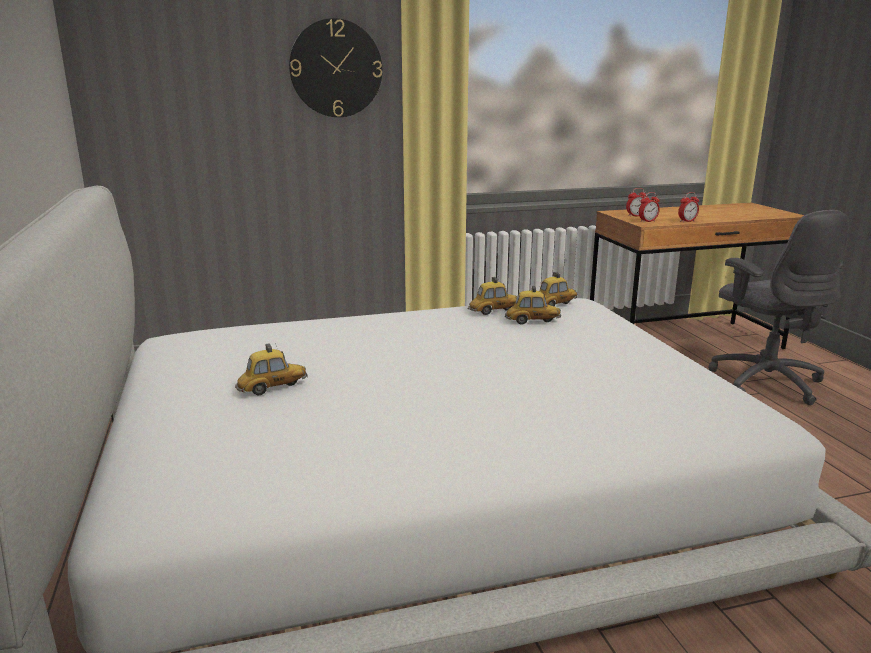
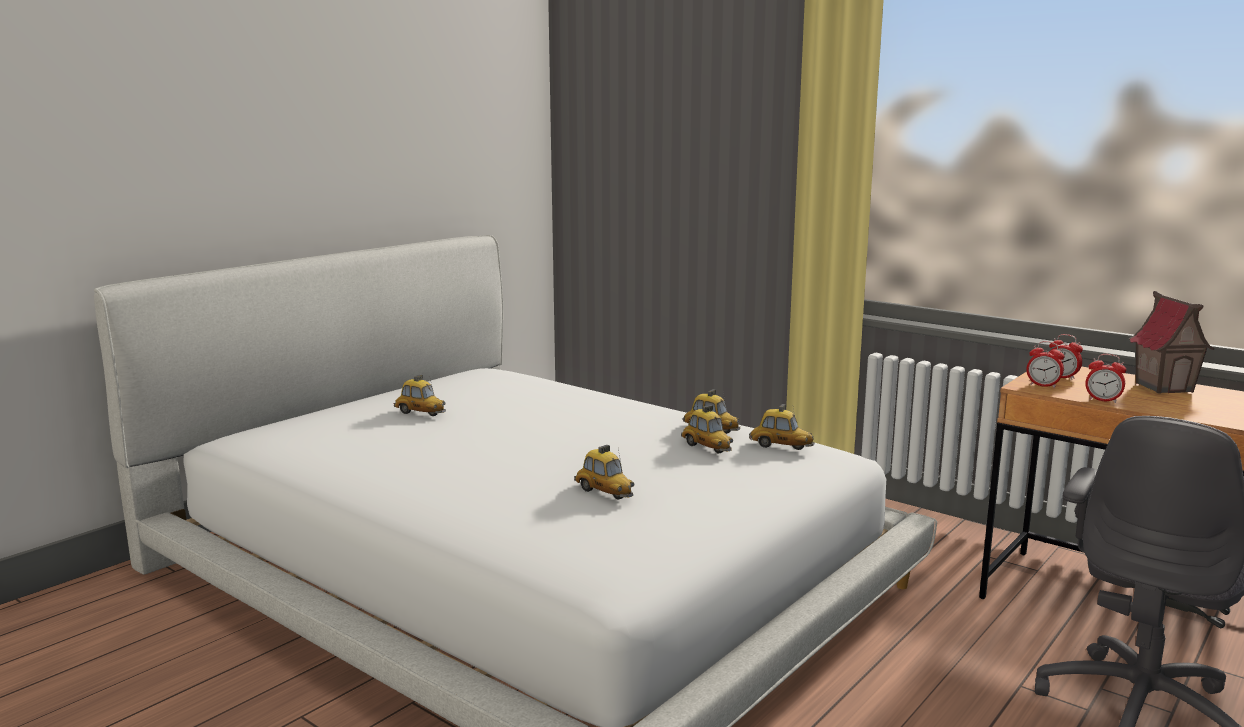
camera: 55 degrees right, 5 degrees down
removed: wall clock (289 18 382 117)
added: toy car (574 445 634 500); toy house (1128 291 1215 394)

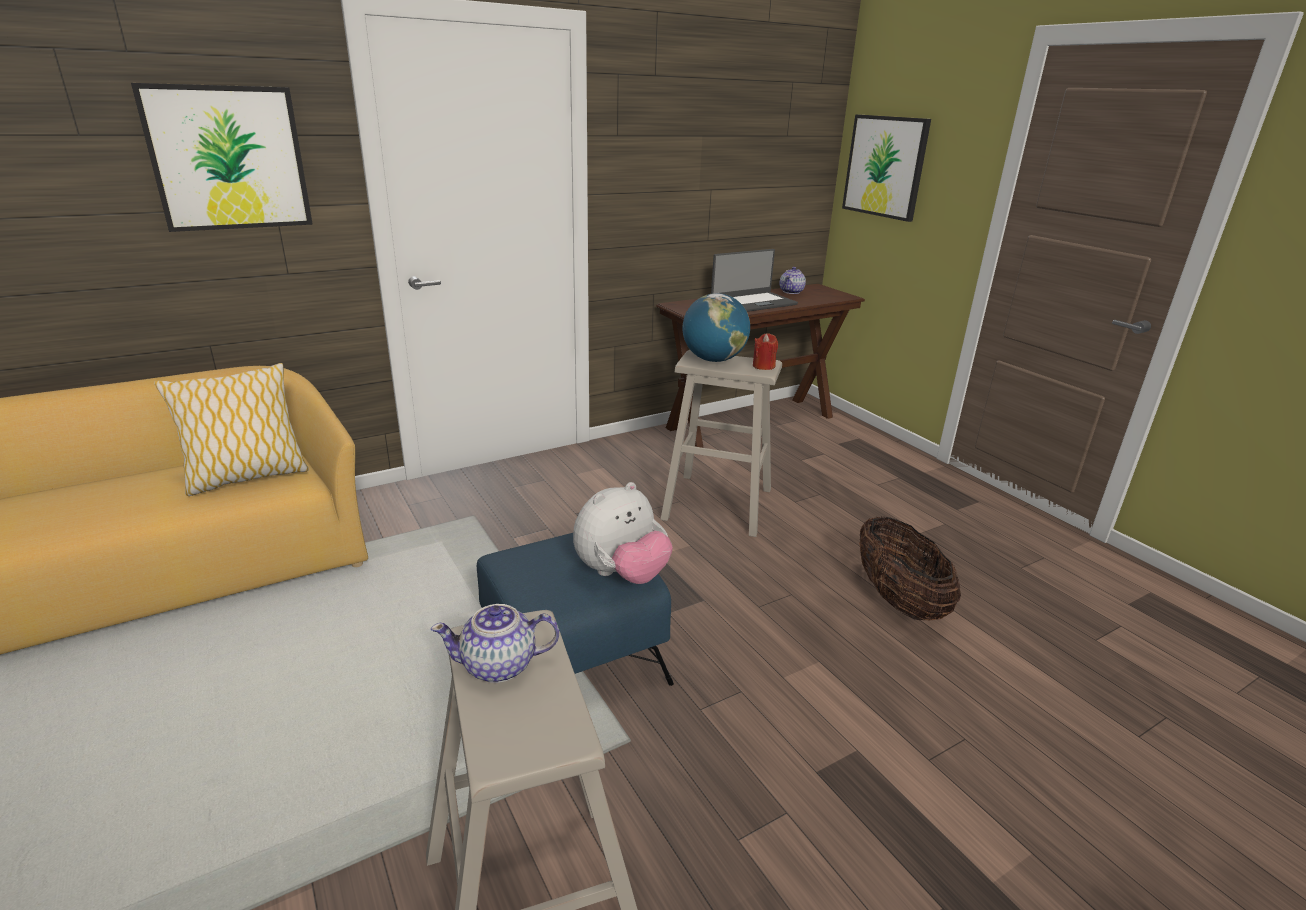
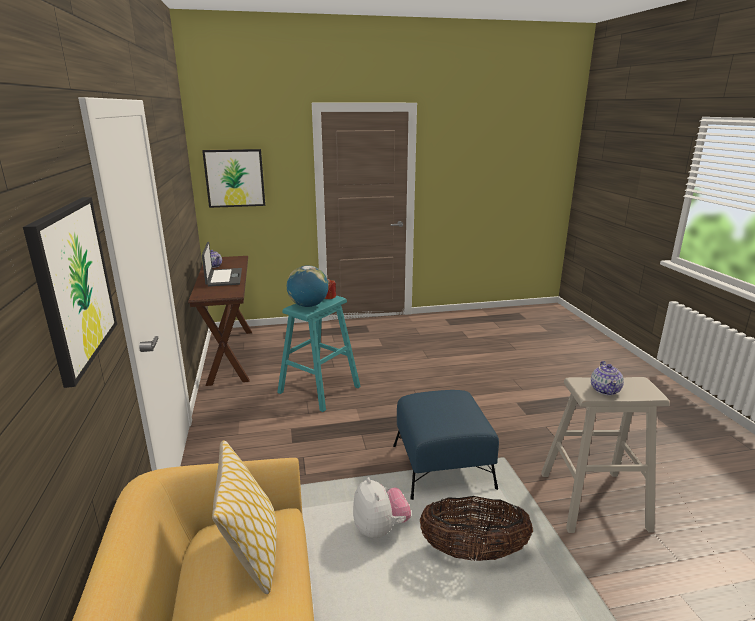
camera: 70 degrees left, 5 degrees down
moved: plush toy (573 482 673 584) to (353 477 411 539); basket (859 516 961 620) to (420 496 533 561)
recoloured: beige stool (661 350 782 537) to turquoise stool (277 295 361 412)

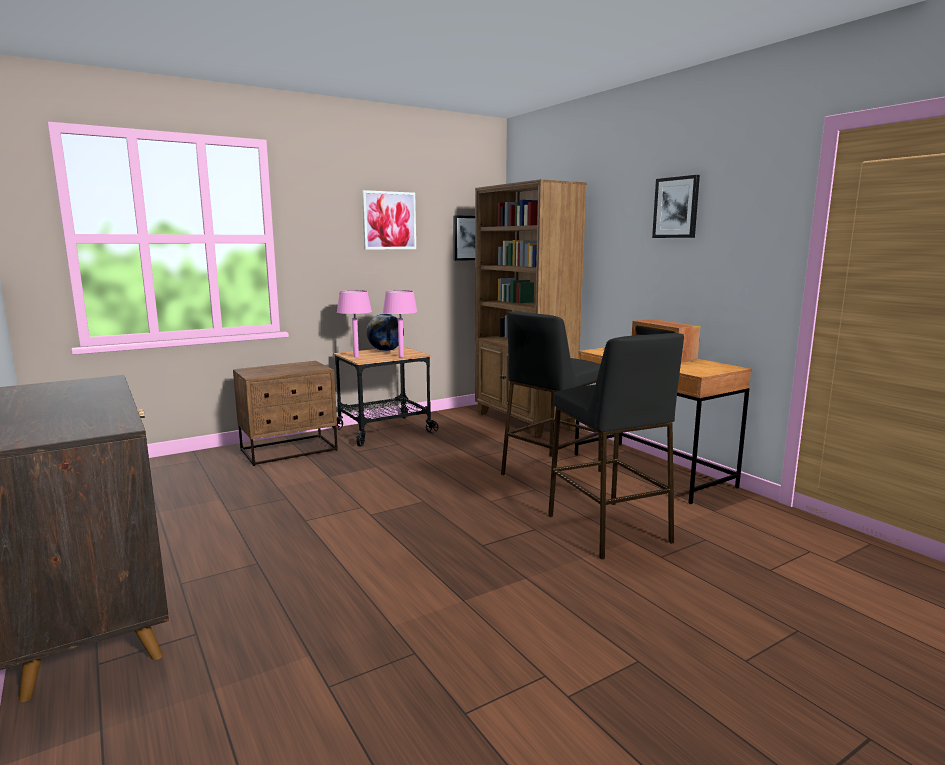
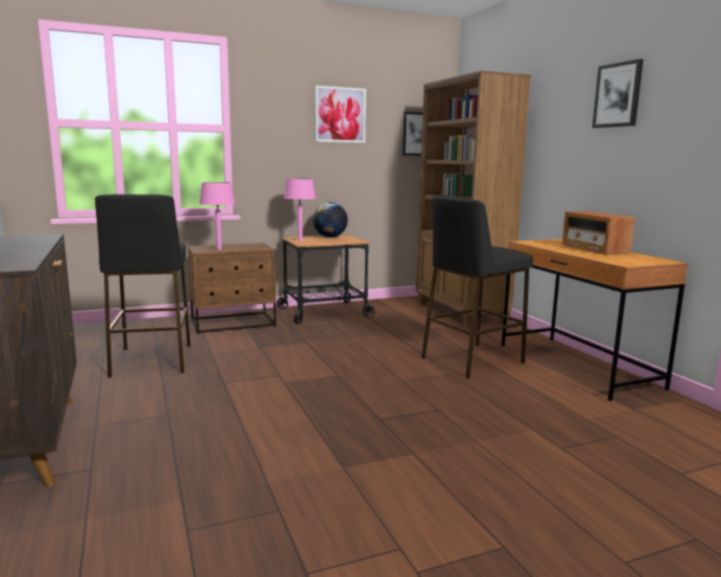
camera: 10 degrees right, 0 degrees up
moved: pink table lamp (383 290 418 357) to (199 182 235 250); black stool (548 333 684 560) to (95 194 191 378)

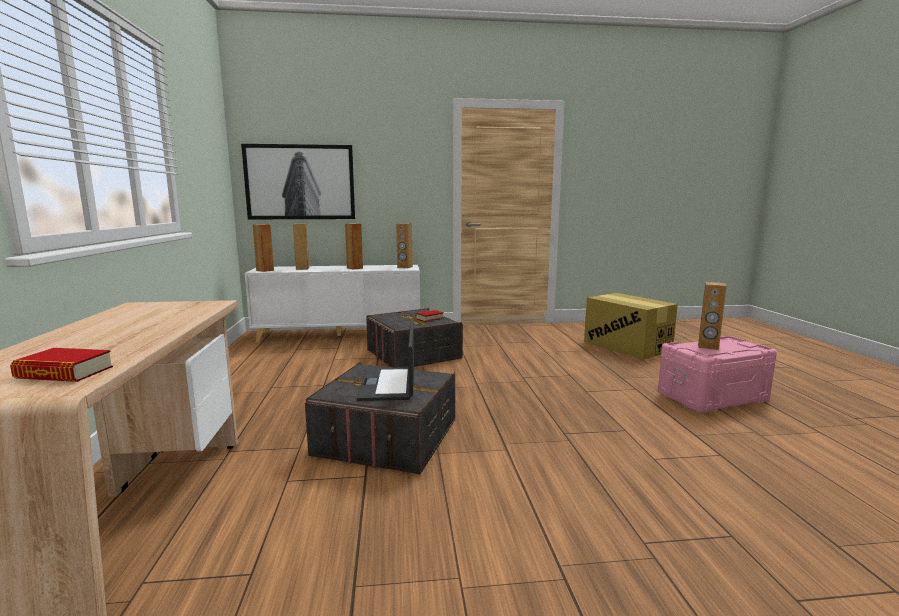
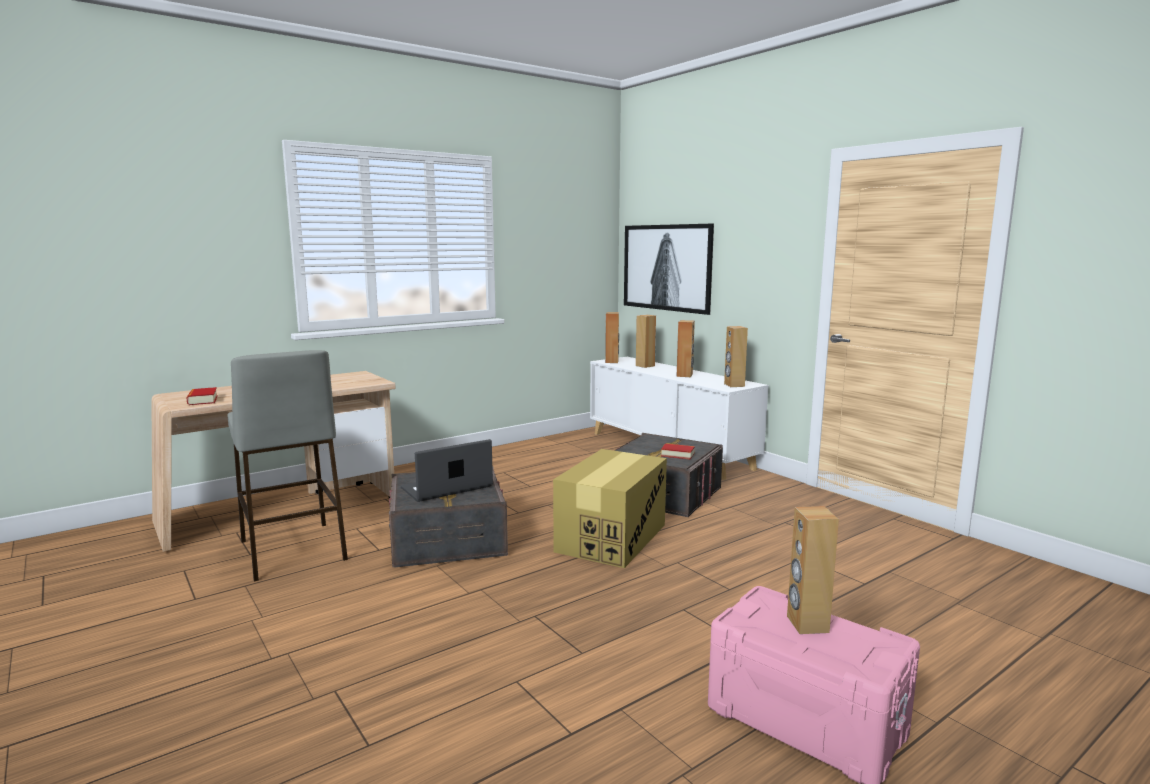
camera: 60 degrees right, 0 degrees up
added: grey stool (228 350 348 582)
moved: cardboard box (584 293 678 360) to (553 449 667 568)

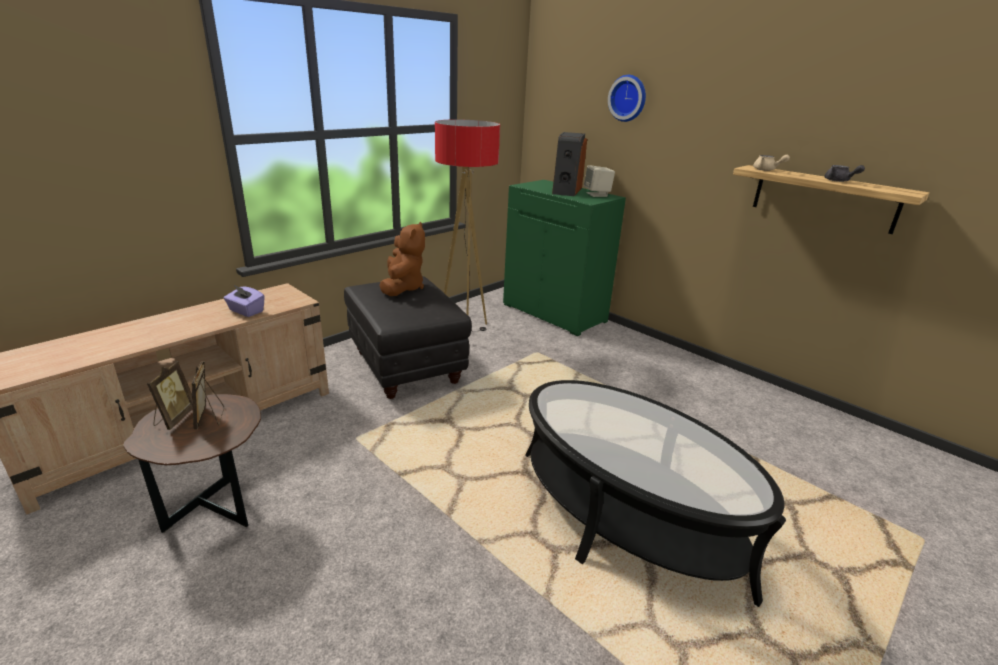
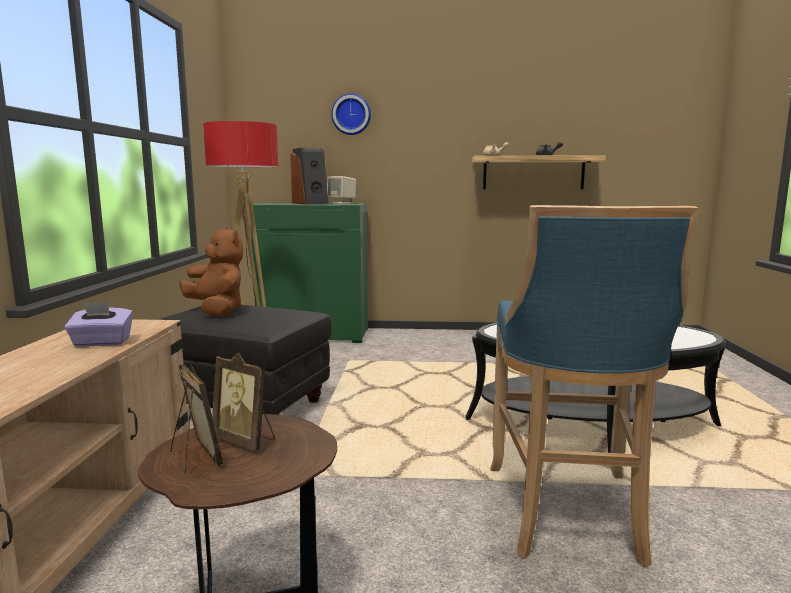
camera: 40 degrees left, 15 degrees down
added: blue stool (490 205 699 568)

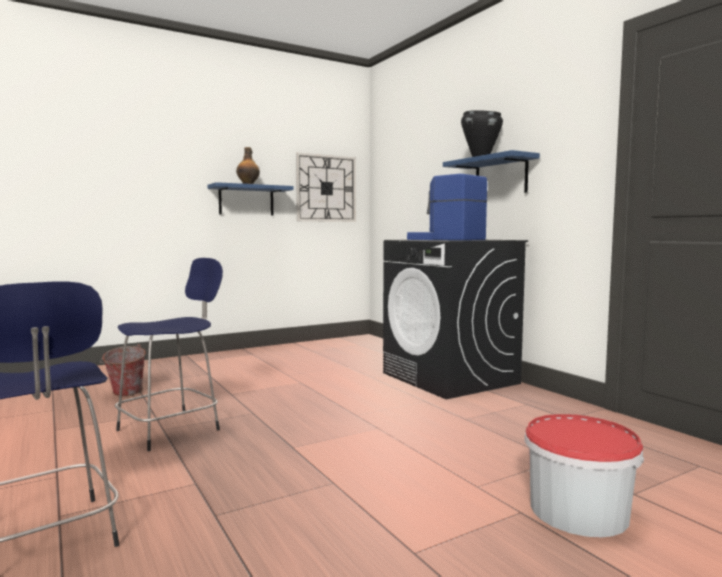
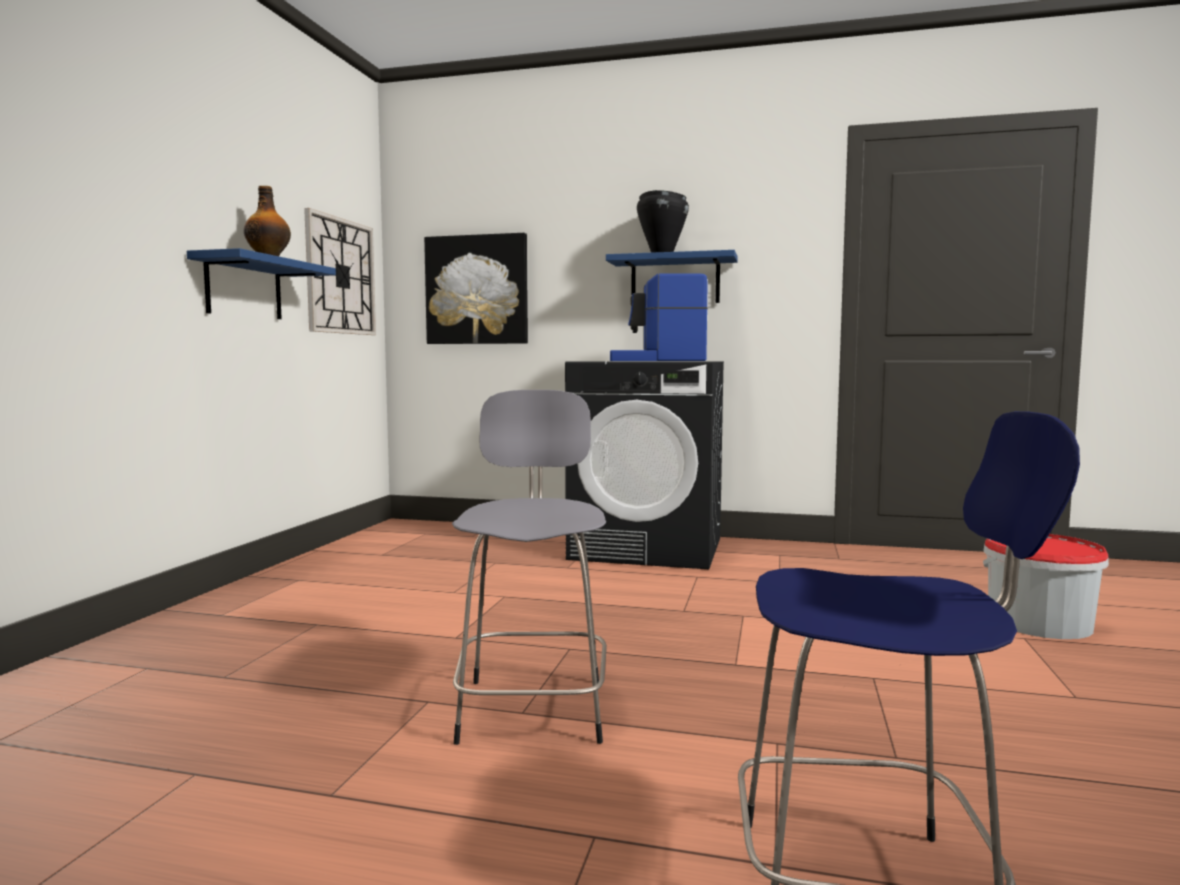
camera: 45 degrees left, 0 degrees up
removed: bucket (100 344 146 397)
added: picture (424 233 528 344)
recoloured: blue stool (115 258 223 451) to grey stool (452 390 607 745)

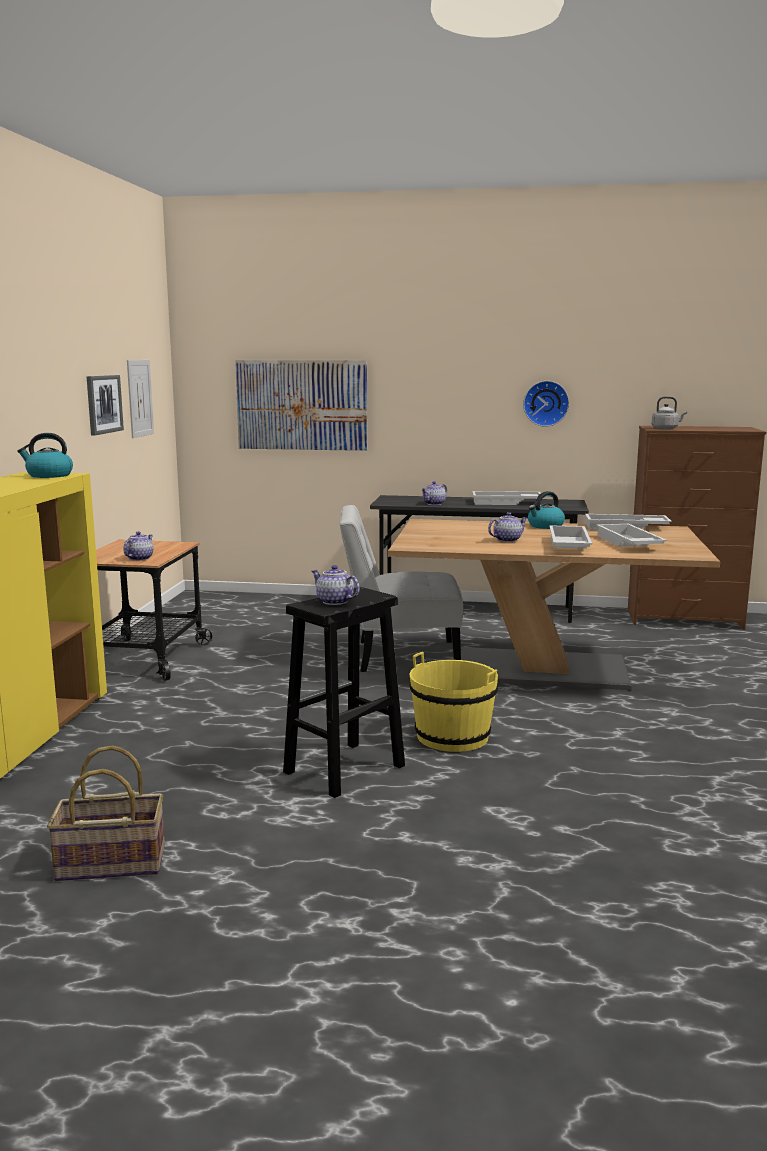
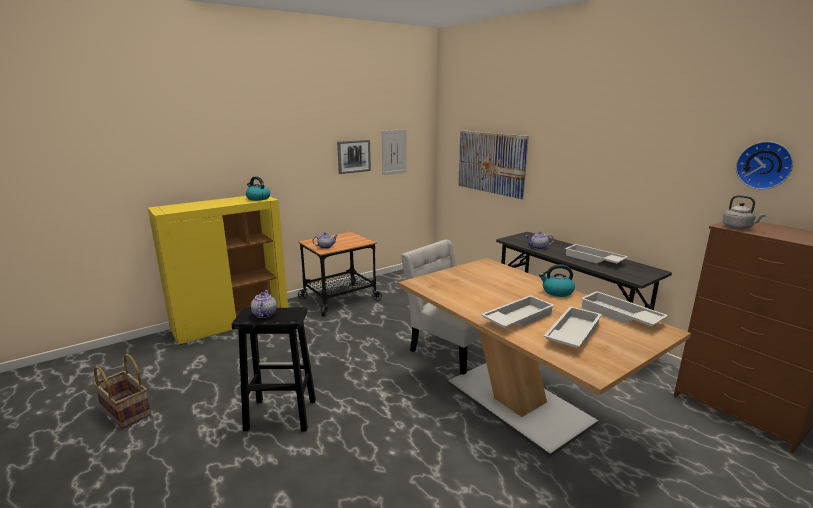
camera: 45 degrees right, 5 degrees up
removed: yellow bucket (409 652 498 752); teapot (488 512 527 542)
moved: wall clock (523 381 569 427) to (736 141 793 190)

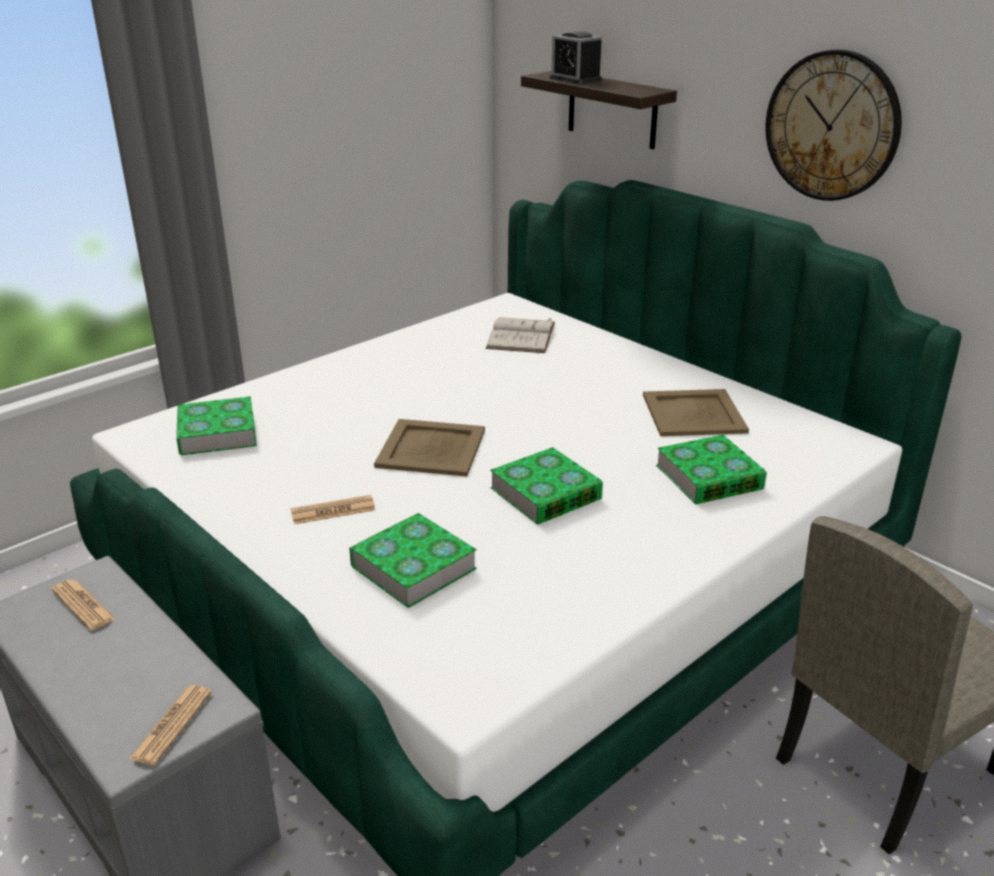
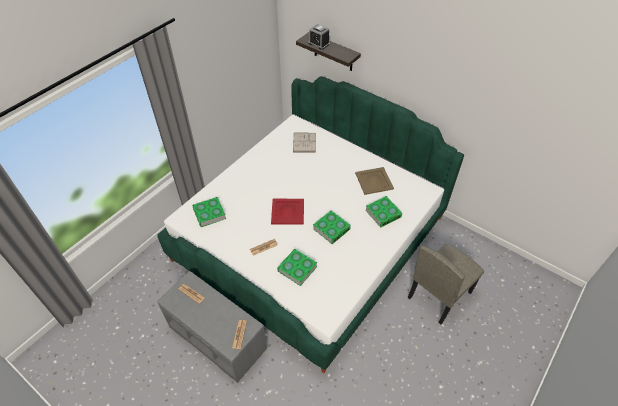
camera: 10 degrees left, 20 degrees up
removed: wall clock (765 49 902 201)
recoloured: beige tray (374 419 485 476) to red tray (271 199 304 224)

